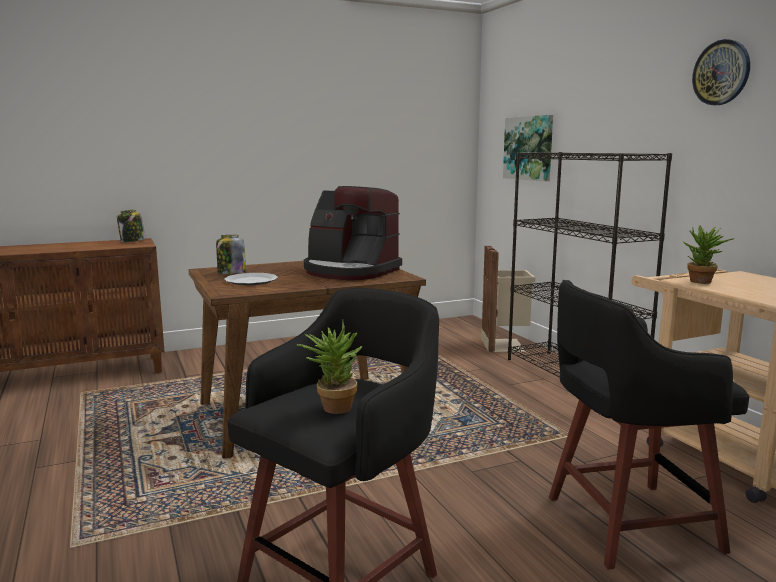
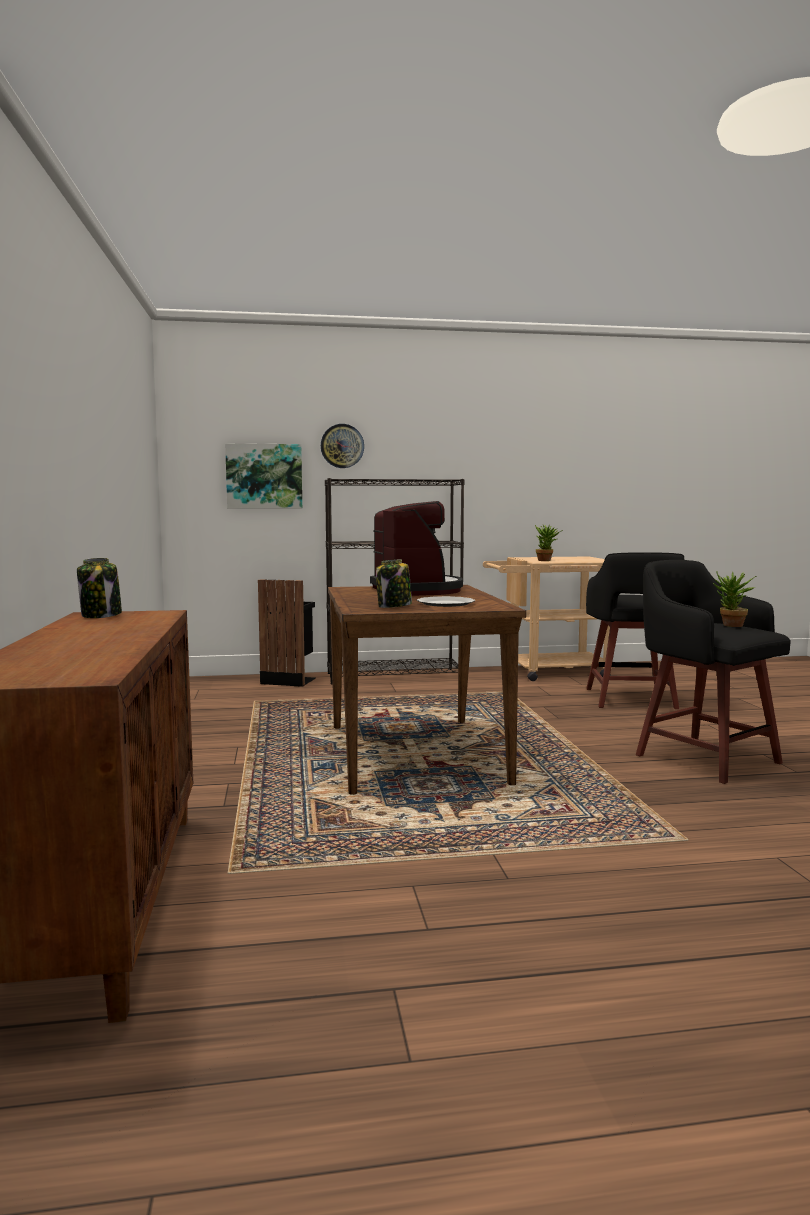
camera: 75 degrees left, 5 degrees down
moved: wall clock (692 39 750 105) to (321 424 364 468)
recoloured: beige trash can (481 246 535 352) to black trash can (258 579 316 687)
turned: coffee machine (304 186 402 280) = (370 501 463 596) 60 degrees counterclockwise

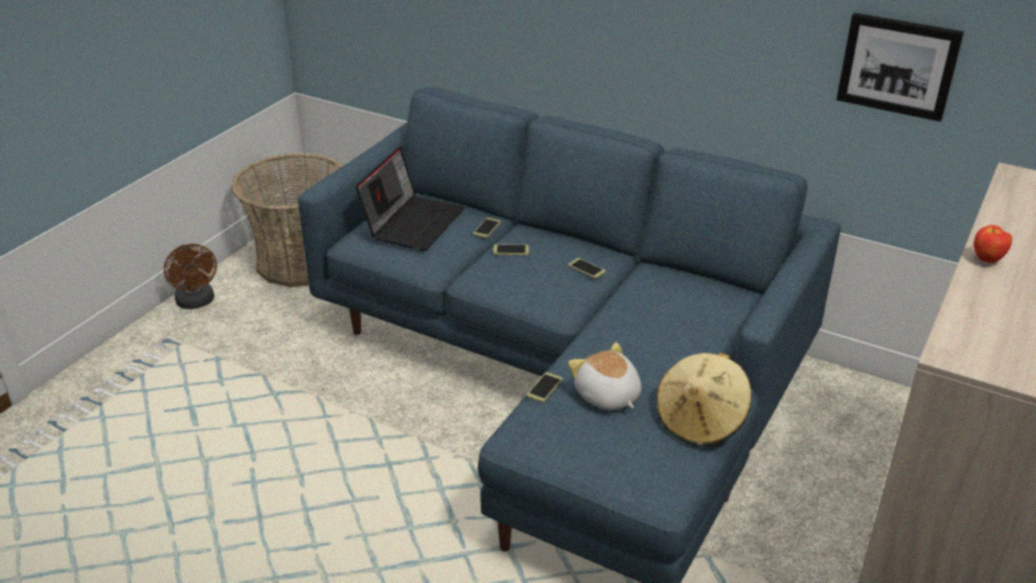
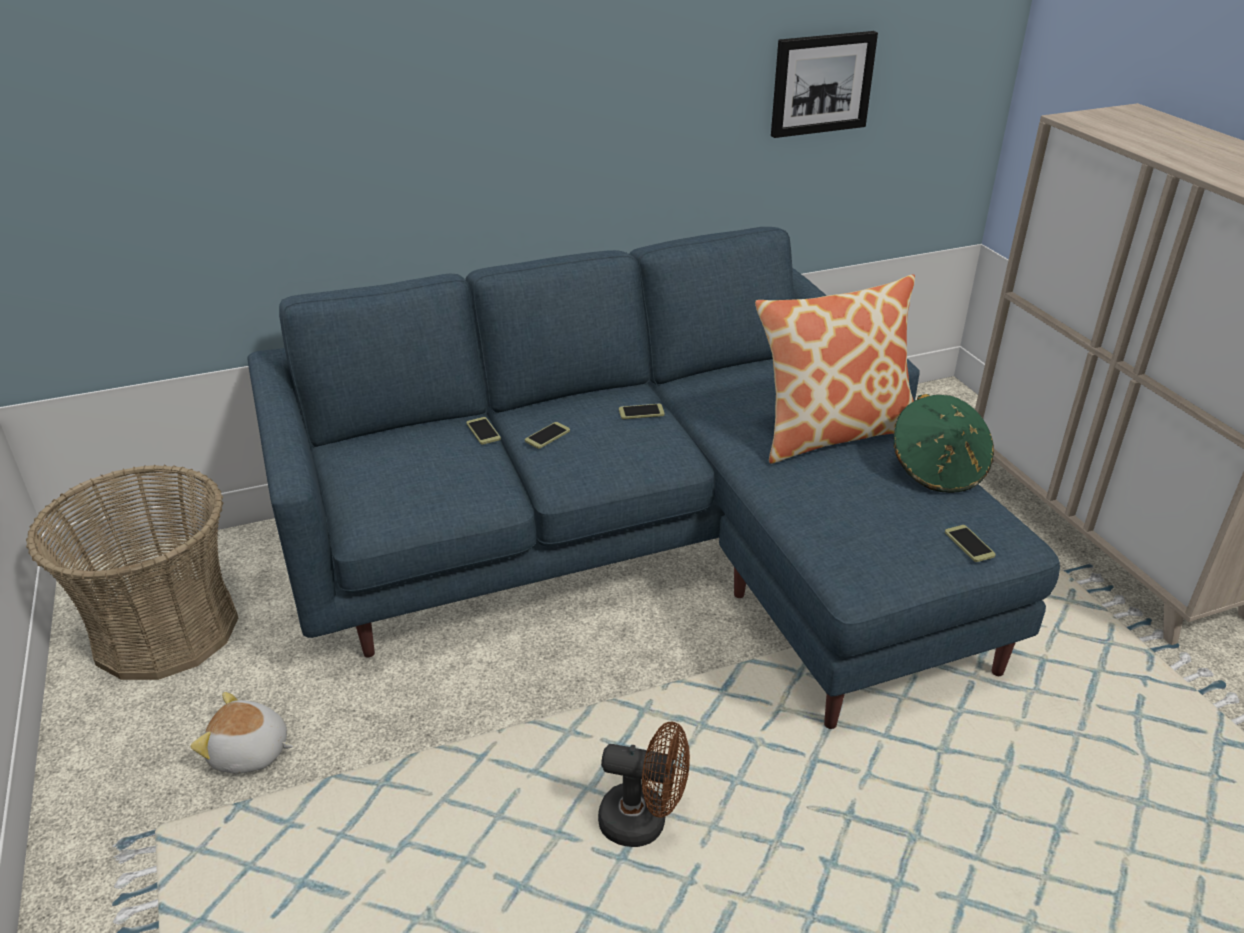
camera: 50 degrees left, 0 degrees up
removed: laptop (356 147 464 251); apple (974 225 1012 263)
added: pillow (755 274 915 464)
moved: brown fan (164 244 217 309) to (598 722 690 847); phone (527 372 563 403) to (945 525 996 562); plush toy (568 342 641 410) to (190 692 294 773)
recoloured: beige hat (656 353 752 447) to green hat (894 394 994 493)

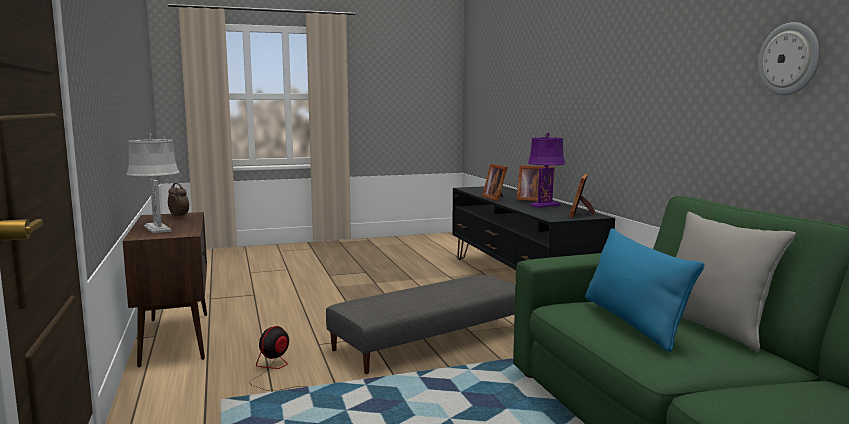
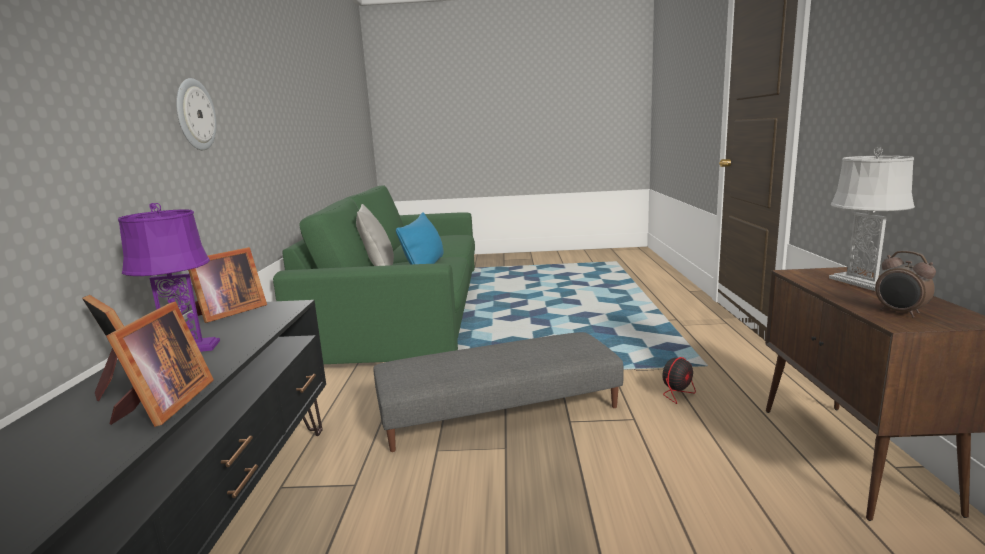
camera: 160 degrees left, 5 degrees up
moved: wall clock (758 22 820 95) to (176 78 217 150)

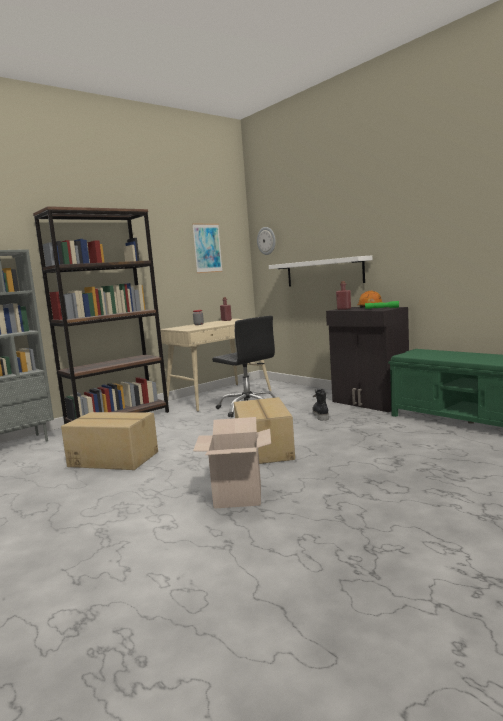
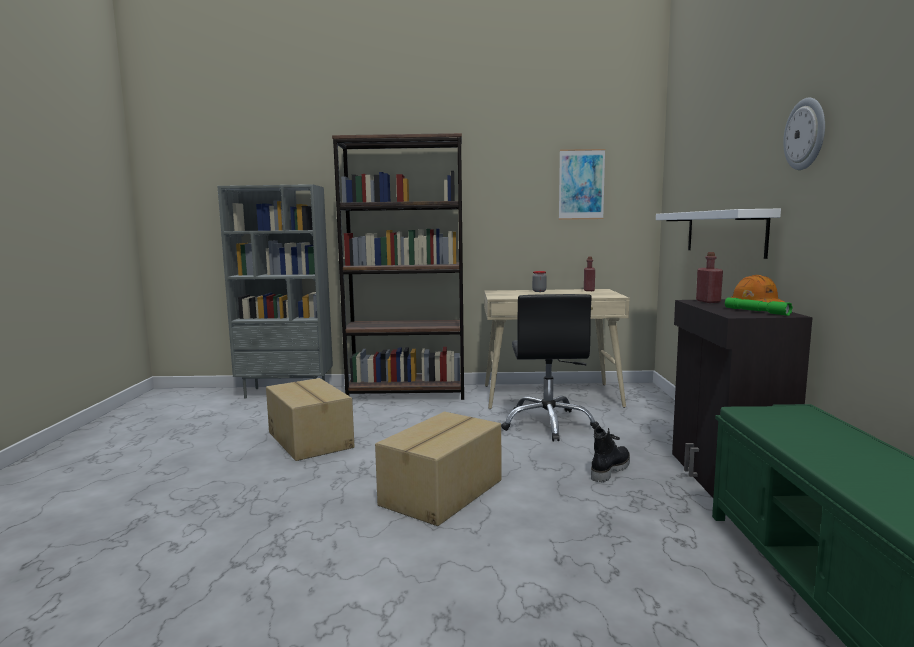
camera: 40 degrees right, 0 degrees up
removed: cardboard box (193 417 271 509)
moved: wall clock (257 227 276 255) to (783 97 825 170)

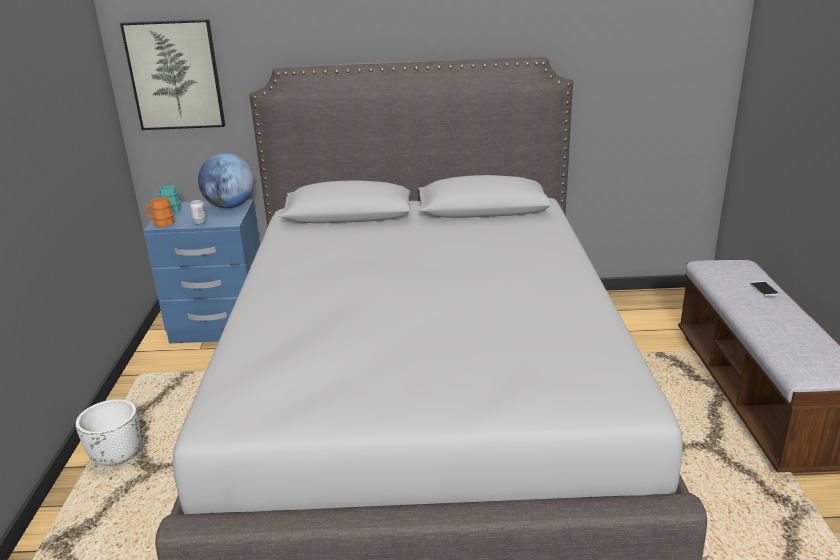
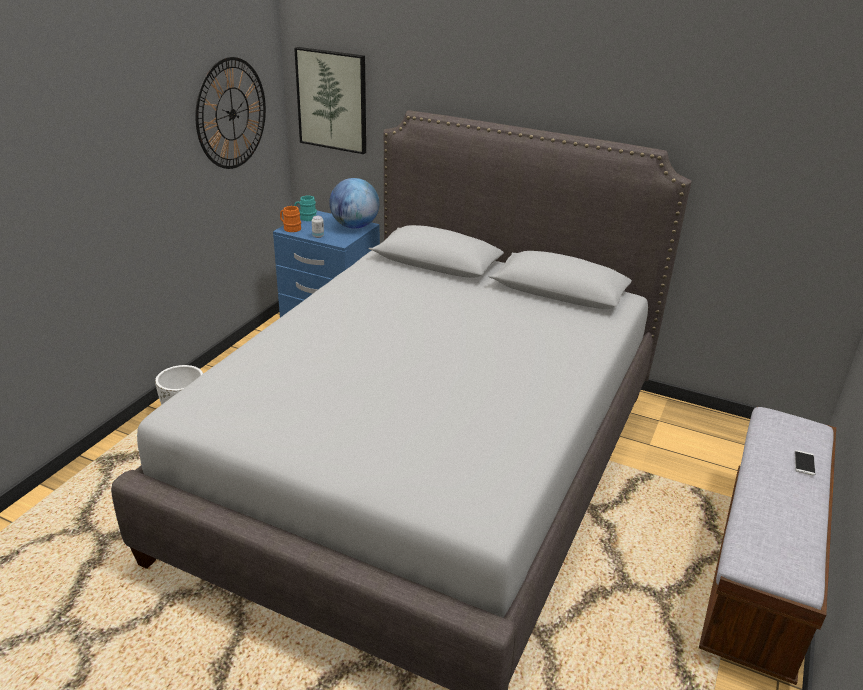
camera: 25 degrees right, 5 degrees up
added: wall clock (195 57 266 169)

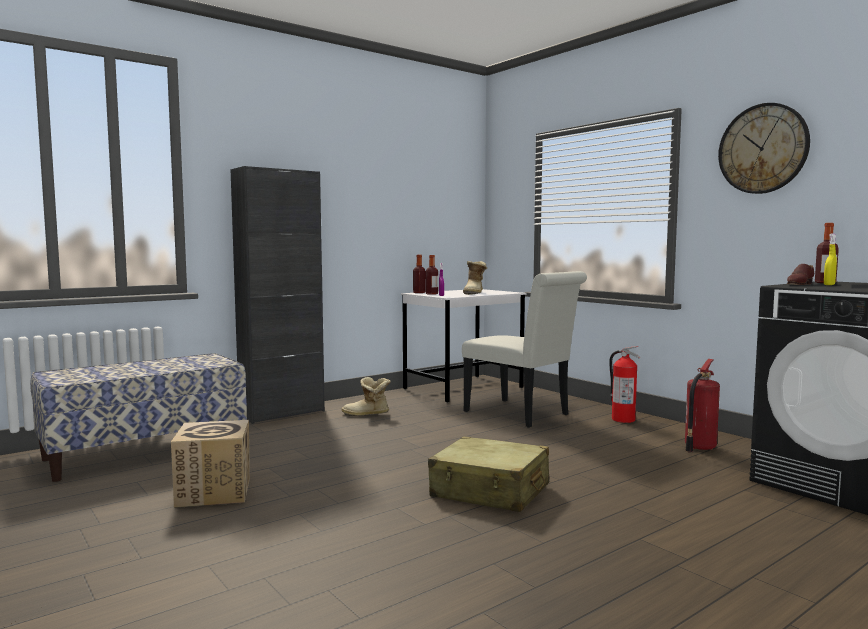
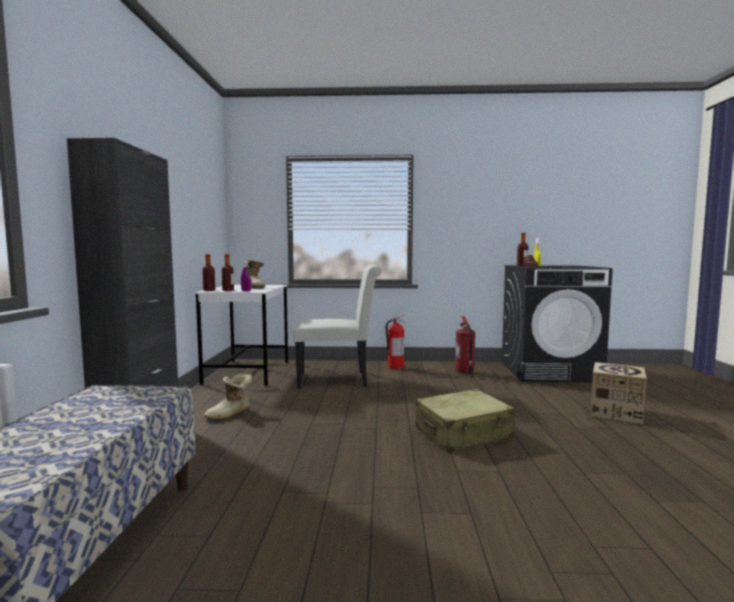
camera: 50 degrees left, 0 degrees up
removed: wall clock (718 103 810 194)
moved: cardboard box (171 420 250 508) to (590 362 647 424)

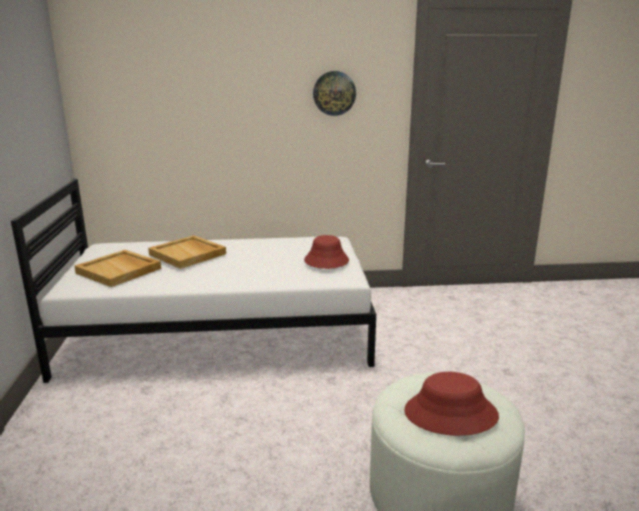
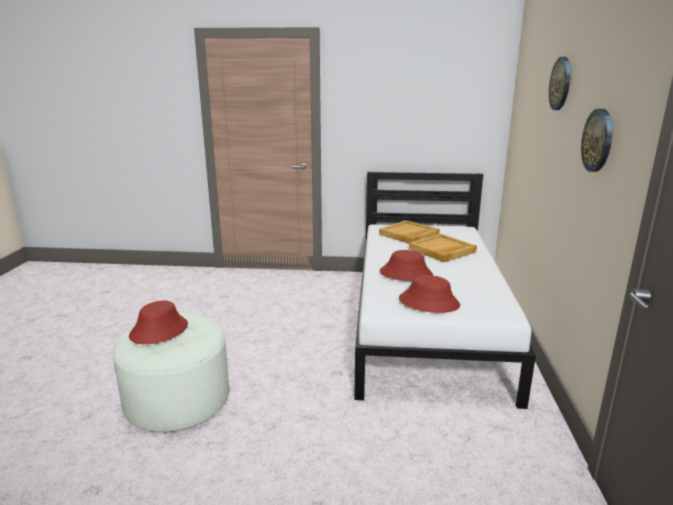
camera: 100 degrees right, 0 degrees up
added: red hat (380 250 433 281); wall clock (549 57 571 110)

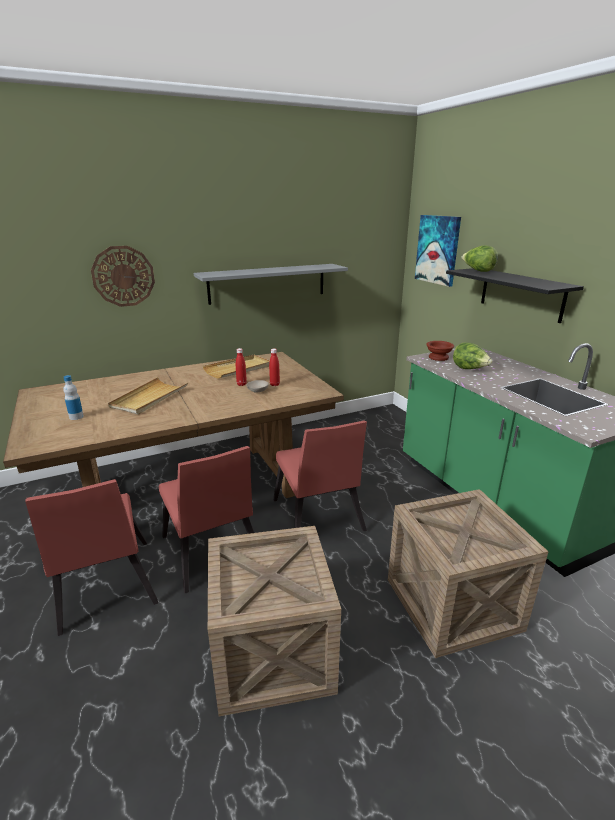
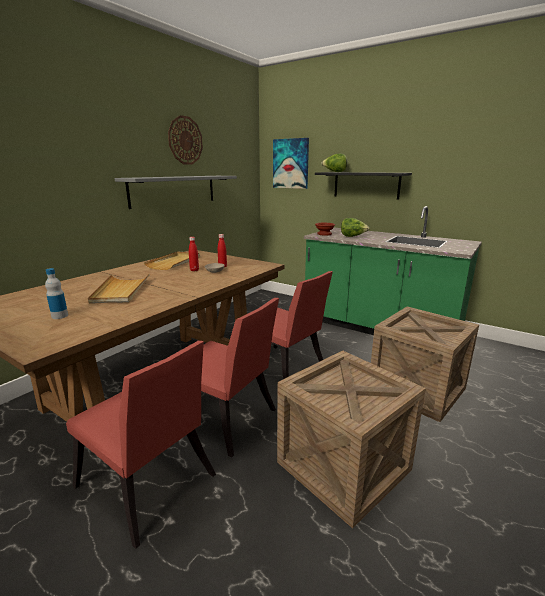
camera: 30 degrees left, 5 degrees down
moved: wall clock (91 246 155 307) to (168 115 203 165)

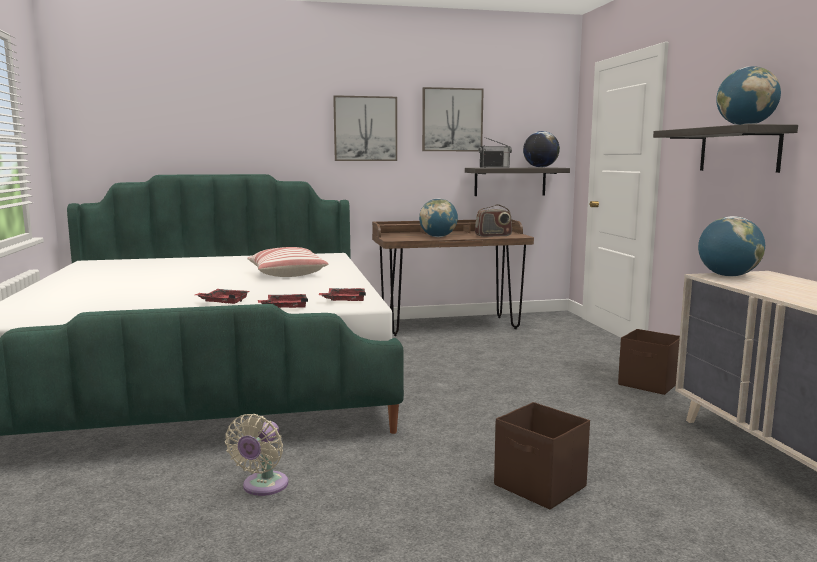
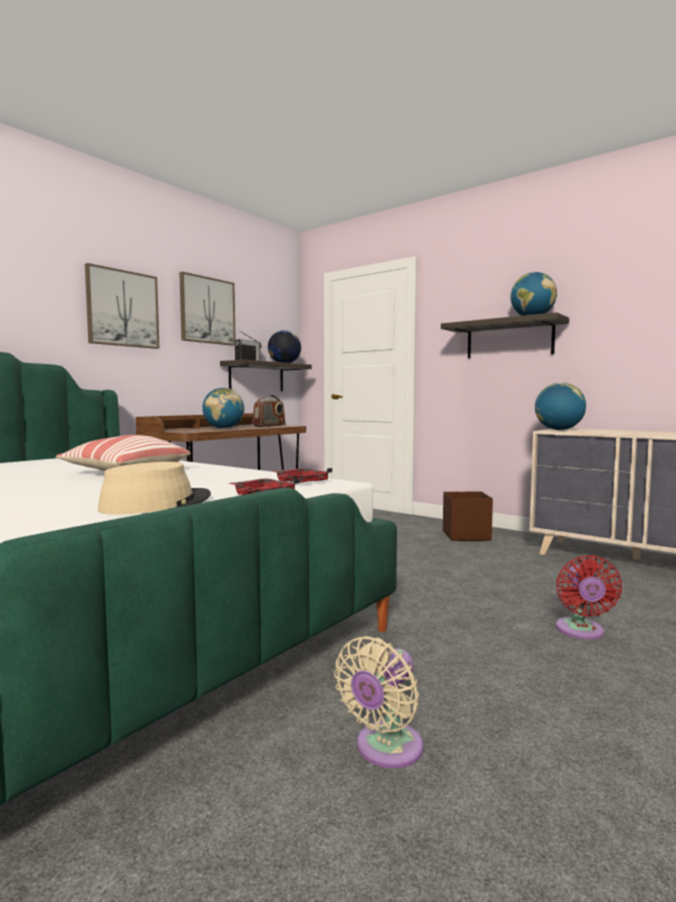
camera: 40 degrees left, 5 degrees down
replaced: red tray (195 289 250 304) to beige hat (98 462 211 515); brown storage box (494 402 590 509) to red fan (556 555 622 639)
turned: beige fan (225 414 288 496) = (334 636 423 768) 60 degrees clockwise

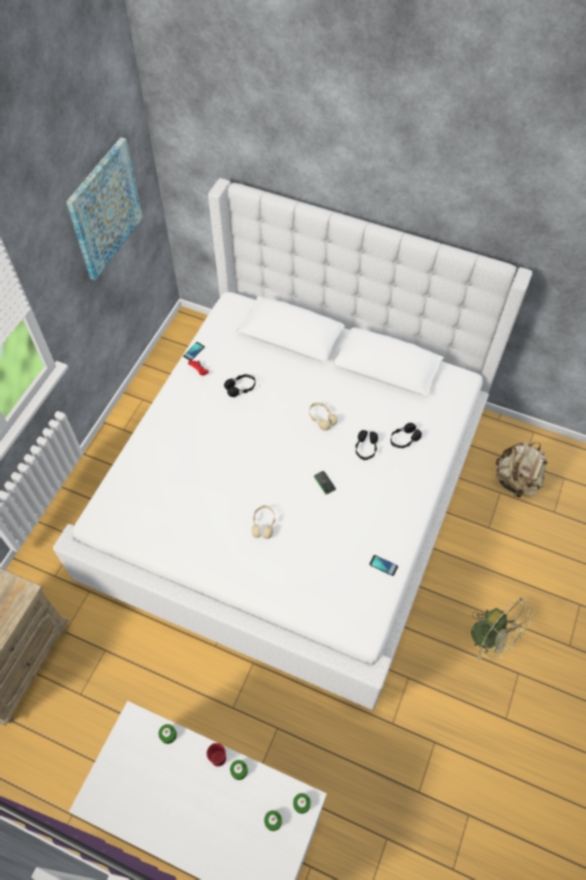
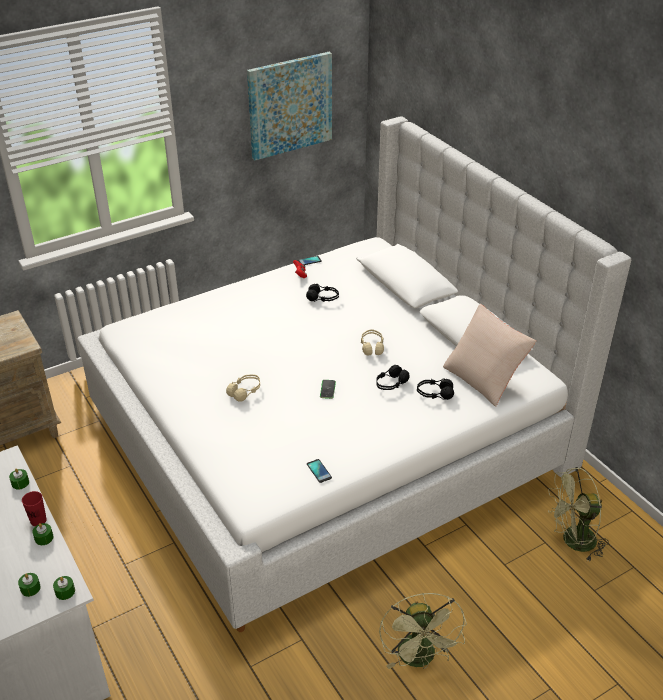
camera: 35 degrees right, 20 degrees down
added: beige pillow (443 304 536 407)
replaced: beige backpack (496 442 548 498) to green fan (548 467 609 561)

